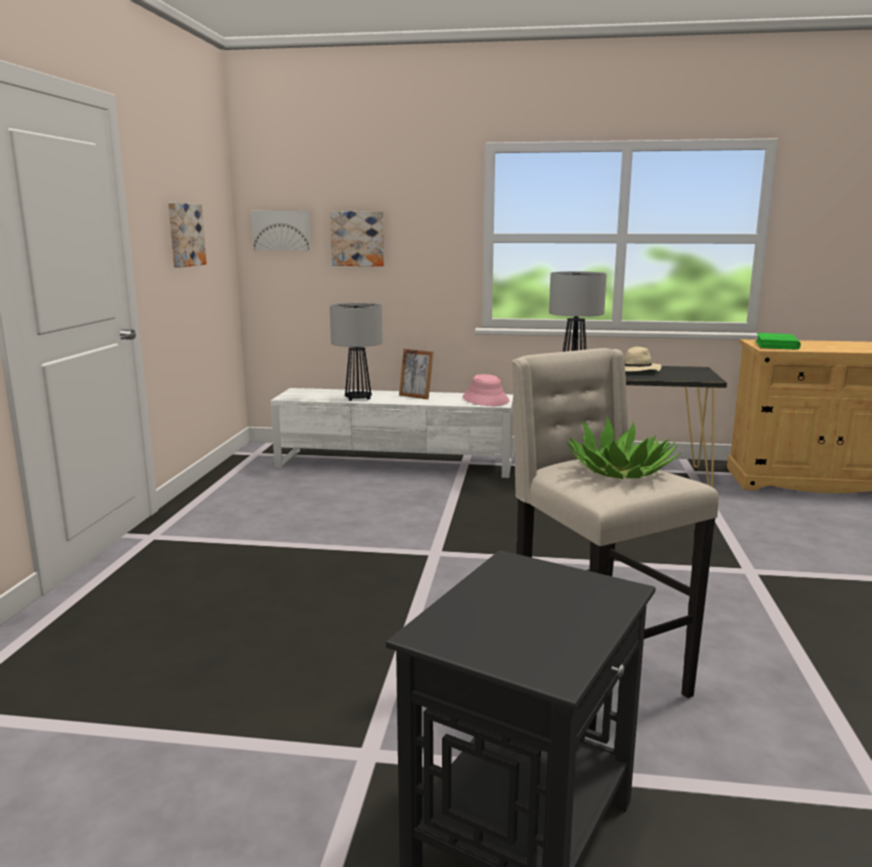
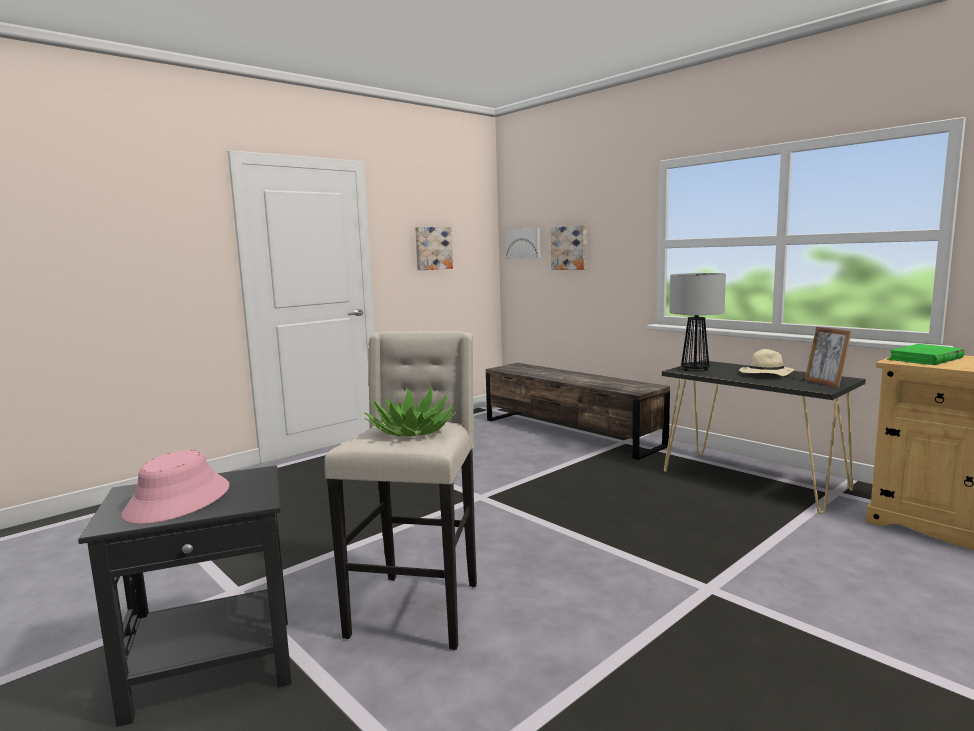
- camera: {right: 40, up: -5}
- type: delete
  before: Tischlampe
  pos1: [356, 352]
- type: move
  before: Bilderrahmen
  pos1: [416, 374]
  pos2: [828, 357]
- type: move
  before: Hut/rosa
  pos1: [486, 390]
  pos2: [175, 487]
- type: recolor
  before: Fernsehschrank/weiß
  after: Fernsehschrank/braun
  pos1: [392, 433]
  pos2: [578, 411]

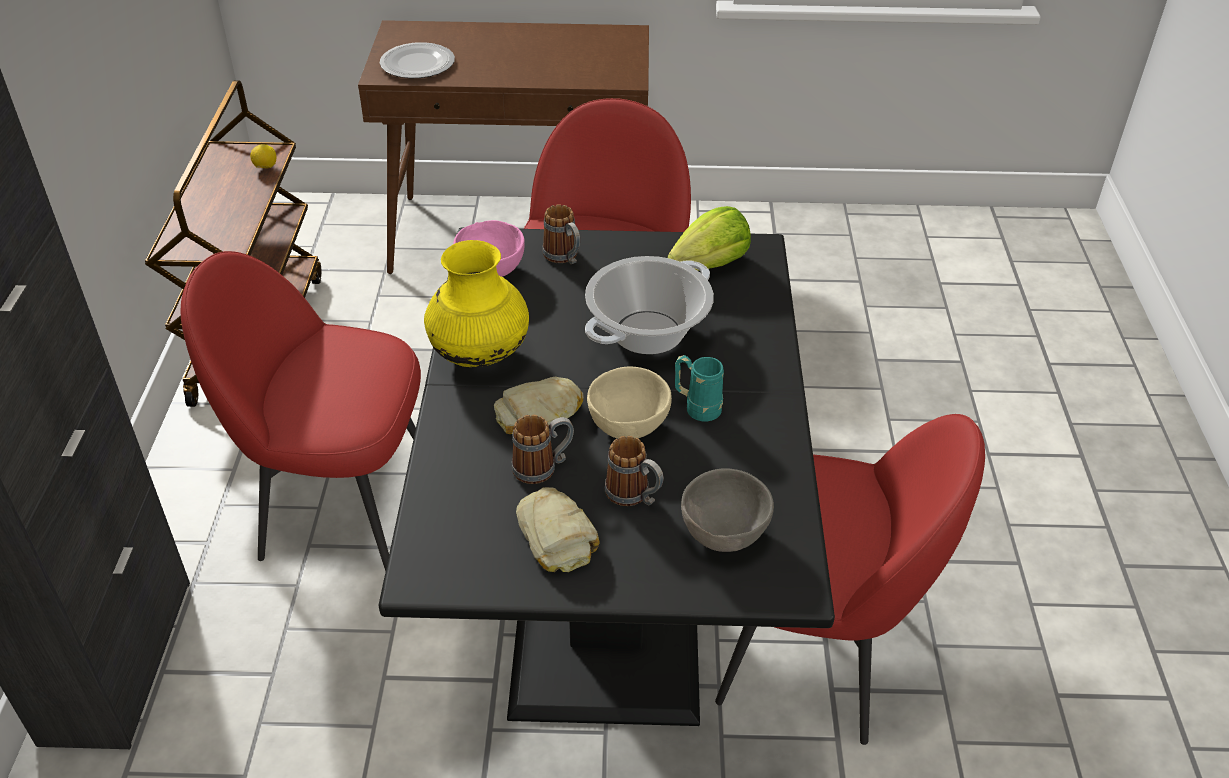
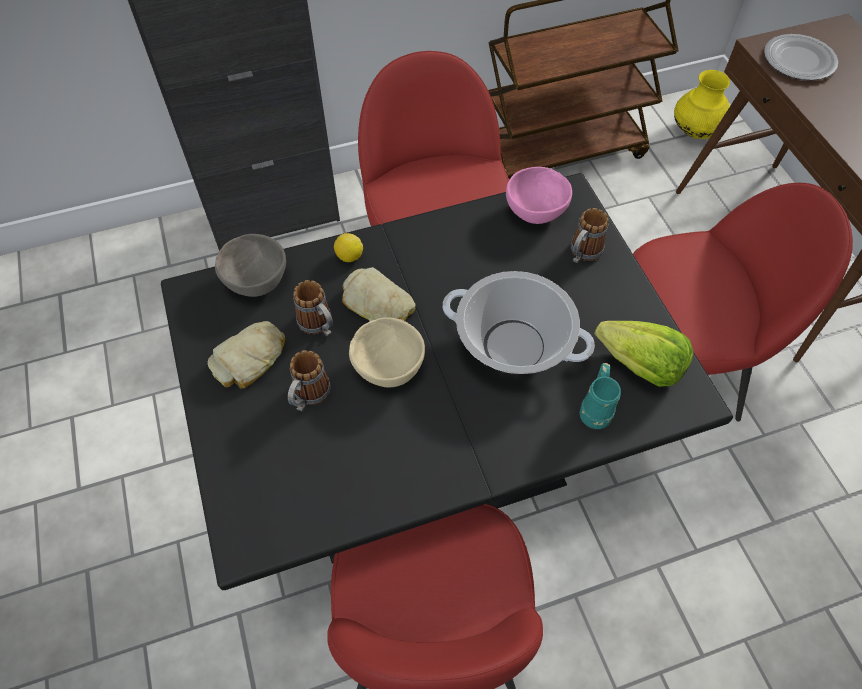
- camera: {right: 70, up: 15}
- type: move
  before: Zitrone
  pos1: [263, 156]
  pos2: [348, 247]
- type: move
  before: Vase/gelb
  pos1: [476, 303]
  pos2: [702, 104]
- type: move
  before: Henkelbecher/türkis
  pos1: [699, 388]
  pos2: [600, 396]
- type: move
  before: Schüssel/grau
  pos1: [727, 510]
  pos2: [250, 265]

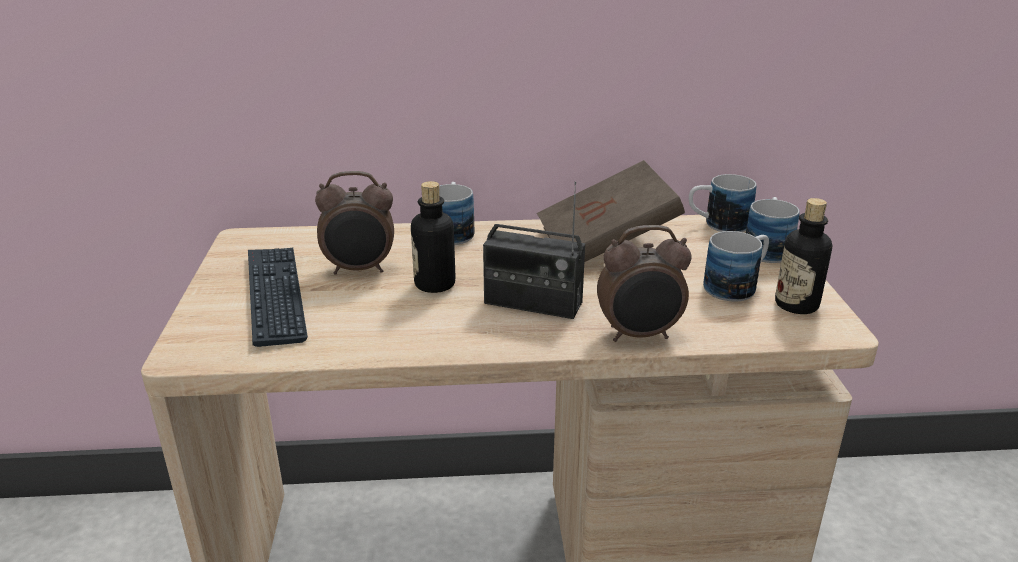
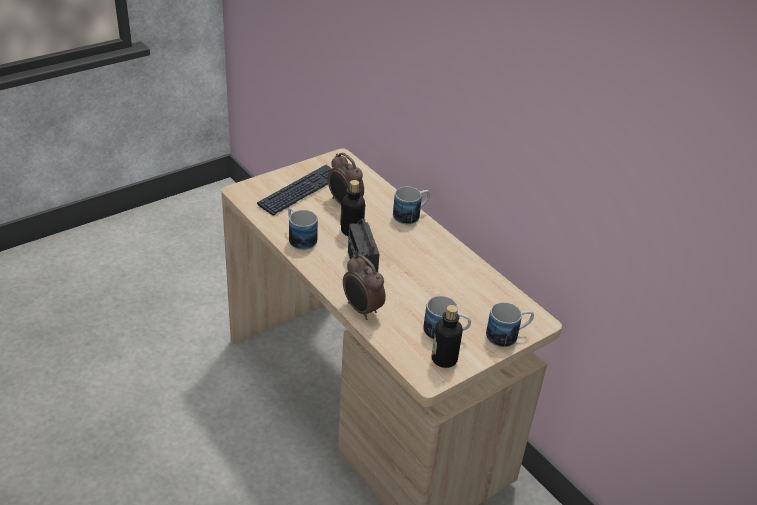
- camera: {right: 55, up: 10}
- type: delete
  before: Buch/braun
  pos1: [611, 211]
- type: move
  before: Henkelbecher
  pos1: [722, 203]
  pos2: [303, 229]

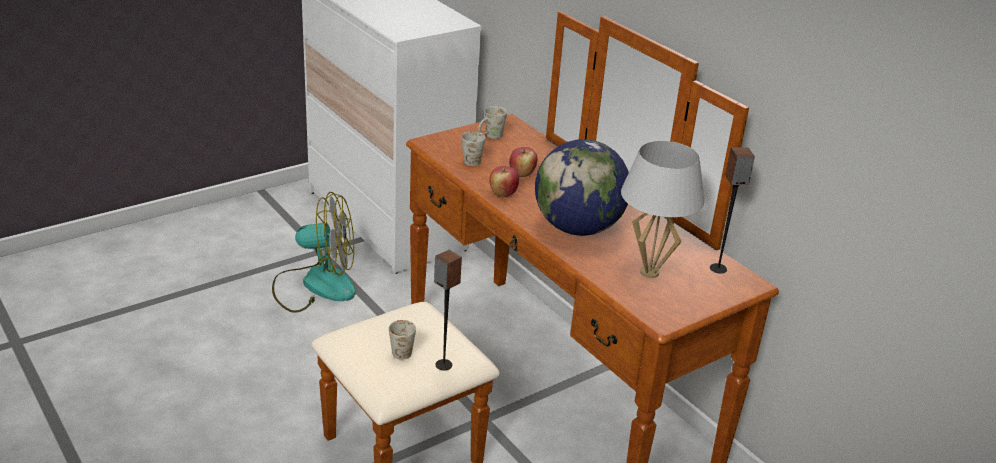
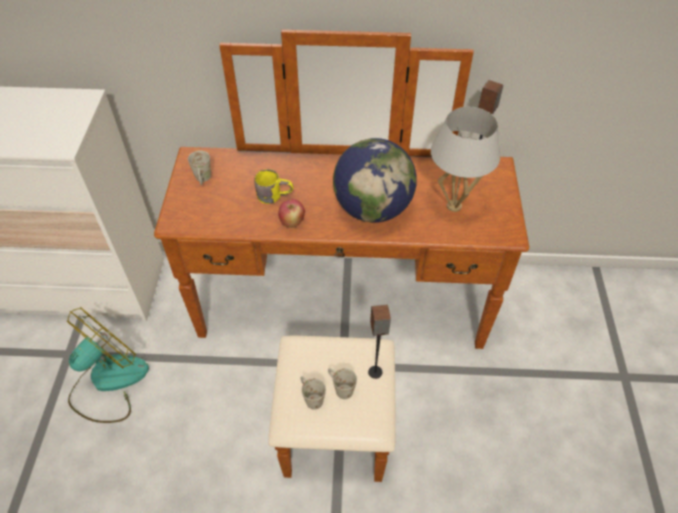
- camera: {right: -50, up: 20}
- type: move
  before: Henkelbecher/weiß
  pos1: [474, 148]
  pos2: [313, 393]
- type: replace
  before: Apfel
  after: Henkelbecher/gelb
  pos1: [523, 162]
  pos2: [274, 186]

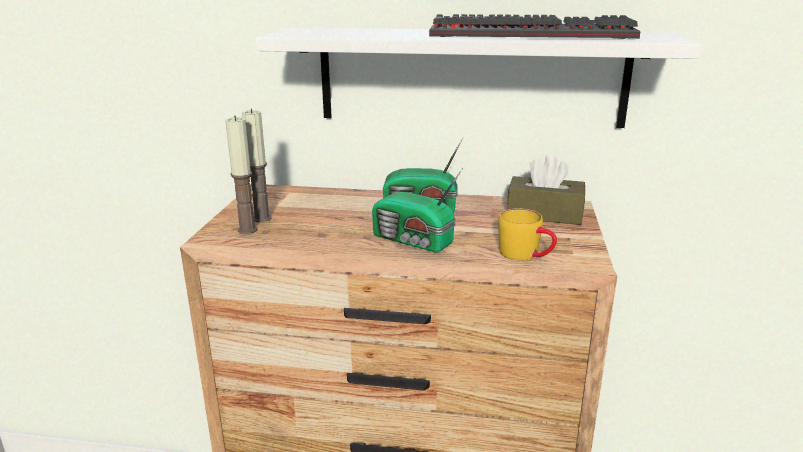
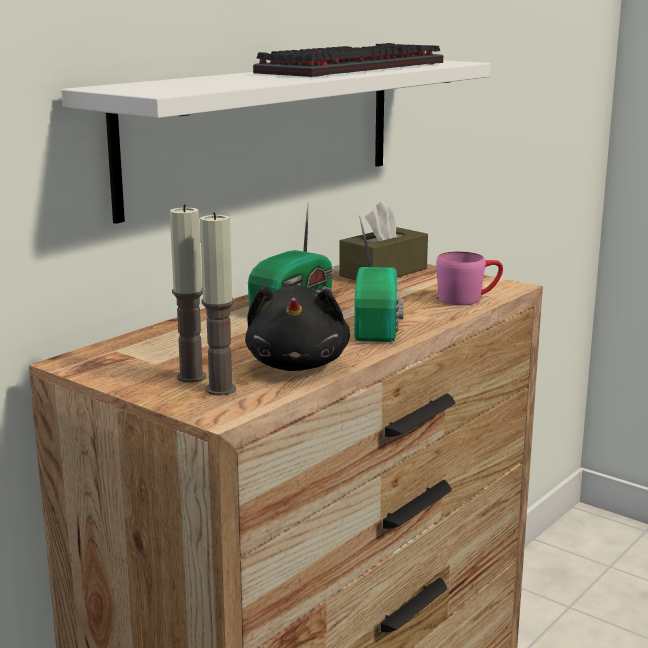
- camera: {right: -60, up: -5}
- type: rotate
  before: Radio
  pos1: [417, 210]
  pos2: [378, 279]
  turn: -60
- type: recolor
  before: Henkelbecher/gelb
  after: Henkelbecher/rosa
  pos1: [527, 234]
  pos2: [469, 278]
- type: insert
  after: Plüschtier/schwarz
  pos2: [297, 328]

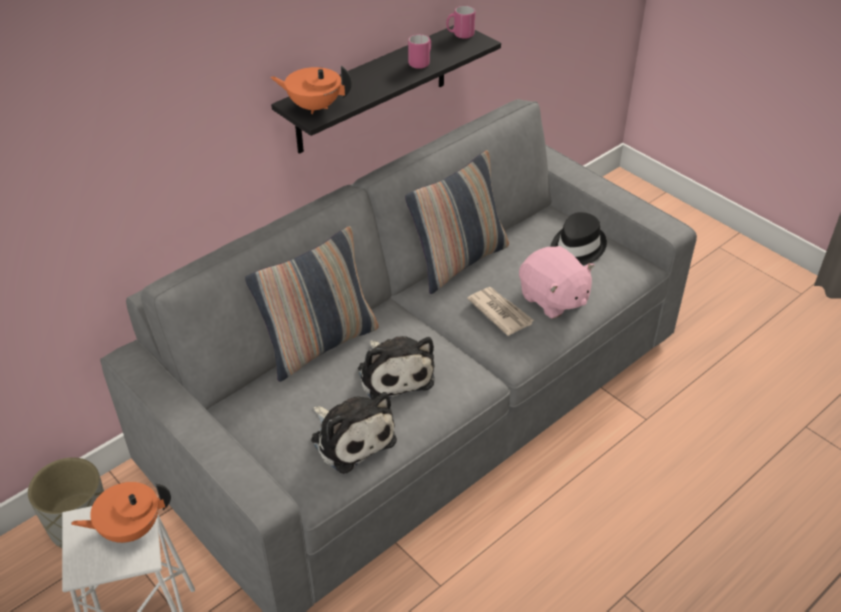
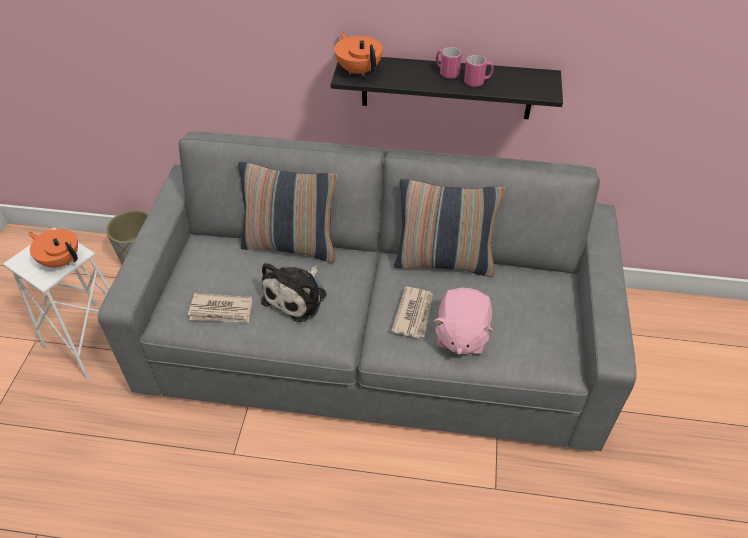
- camera: {right: 50, up: 5}
- type: move
  before: Henkelbecher/rosa
  pos1: [460, 22]
  pos2: [449, 63]
- type: delete
  before: Hut/schwarz
  pos1: [578, 238]
- type: replace
  before: Plüschtier
  after: Zeitung
  pos1: [354, 433]
  pos2: [220, 308]

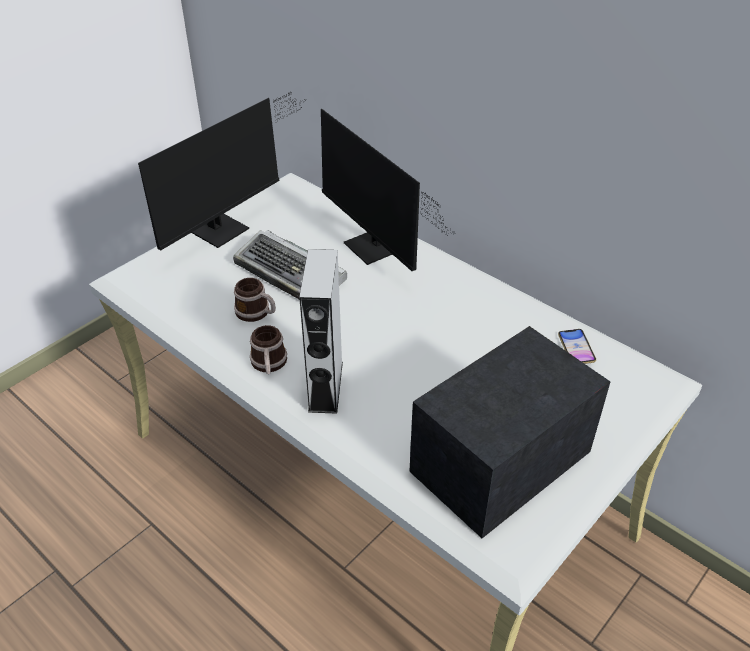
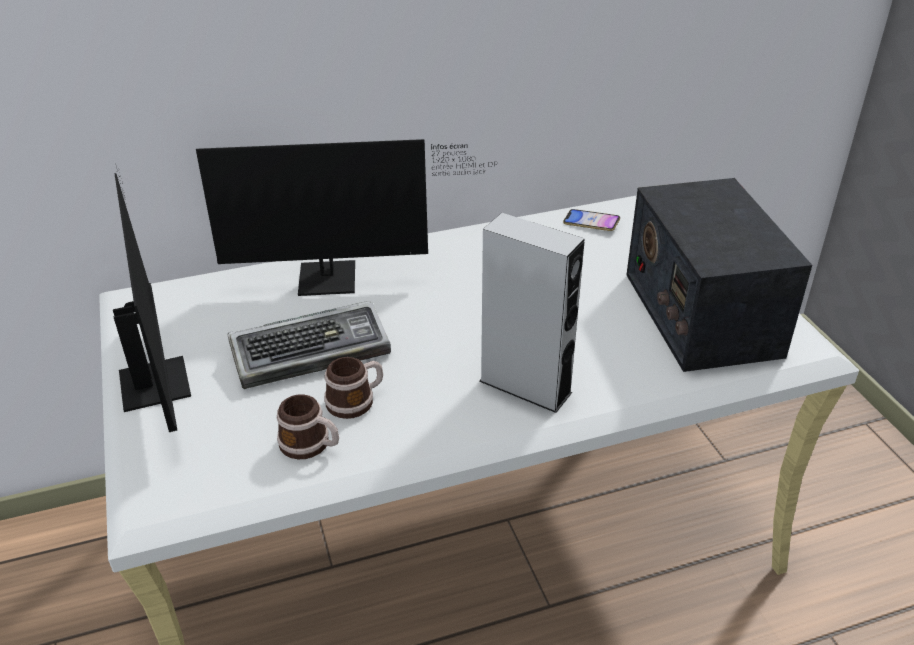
- camera: {right: -60, up: -5}
- type: move
  before: Henkelbecher
  pos1: [268, 349]
  pos2: [308, 426]

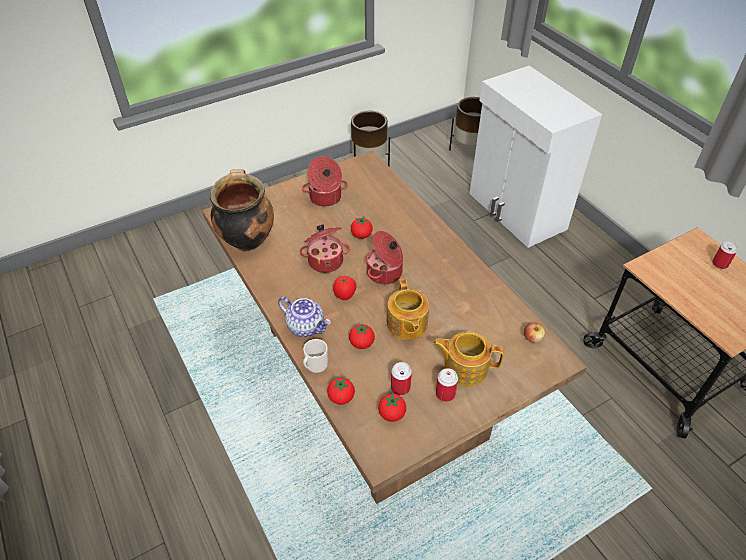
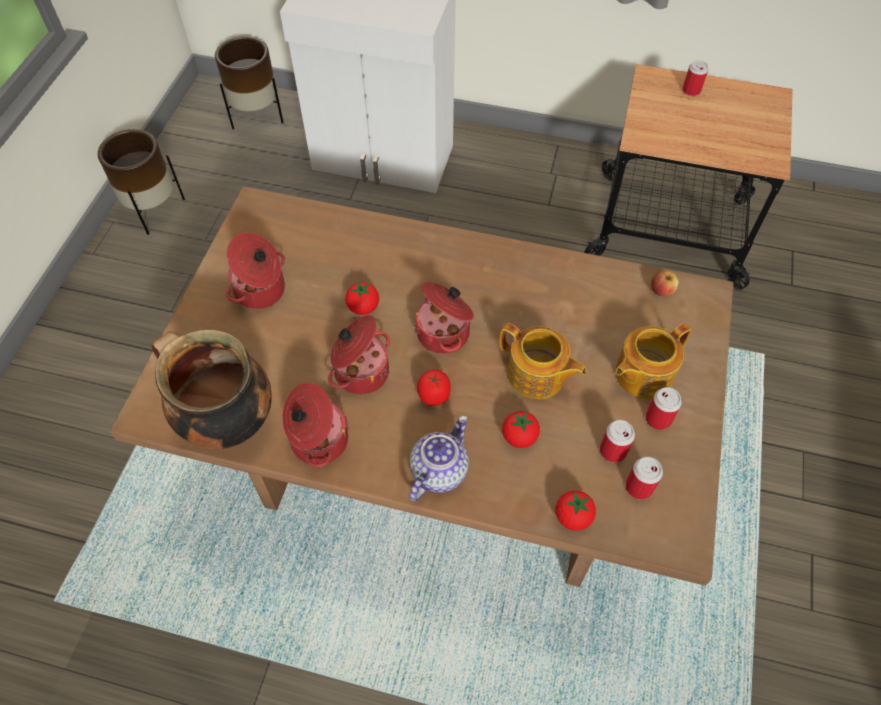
- camera: {right: -45, up: 10}
- type: rotate
  before: Teekanne
  pos1: [304, 316]
  pos2: [439, 459]
  turn: -45
- type: delete
  before: Henkelbecher
  pos1: [315, 356]
- type: replace
  before: Tomate
  after: Dose
  pos1: [392, 407]
  pos2: [644, 478]
- type: insert
  after: Kochtopf
  pos2: [316, 425]

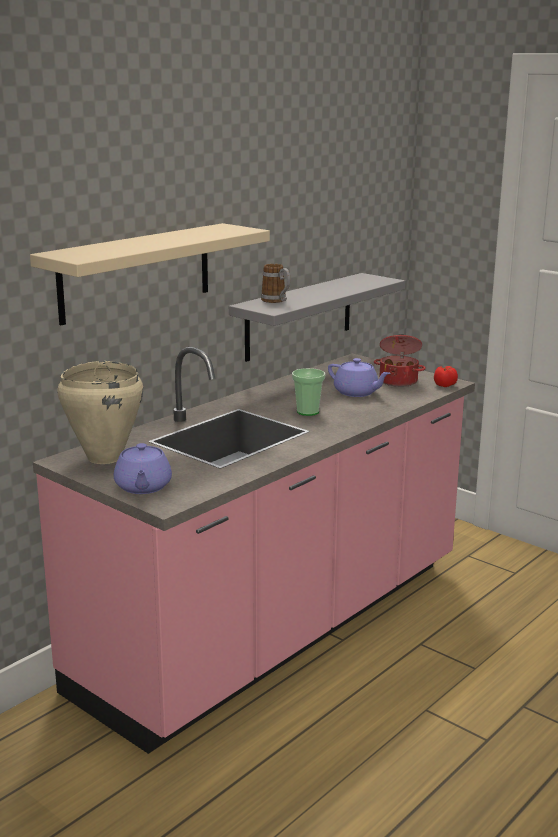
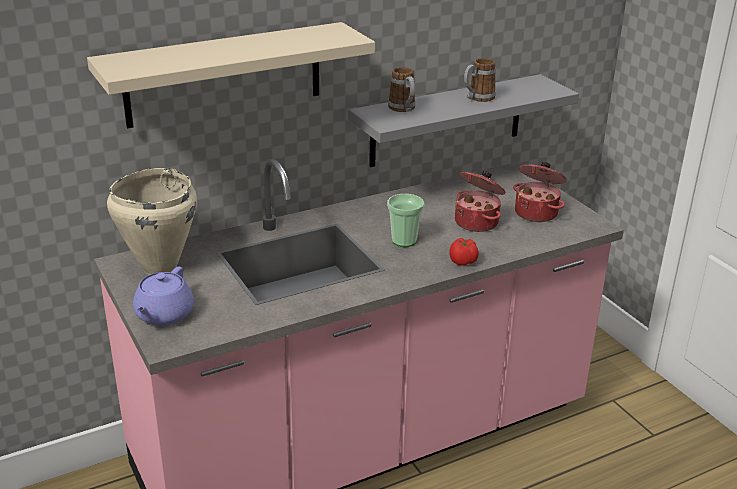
- camera: {right: 20, up: 10}
- type: replace
  before: Teekanne/lila
  after: Kochtopf
  pos1: [359, 377]
  pos2: [480, 201]
- type: move
  before: Tomate
  pos1: [446, 376]
  pos2: [464, 252]
- type: insert
  after: Henkelbecher
  pos2: [480, 80]

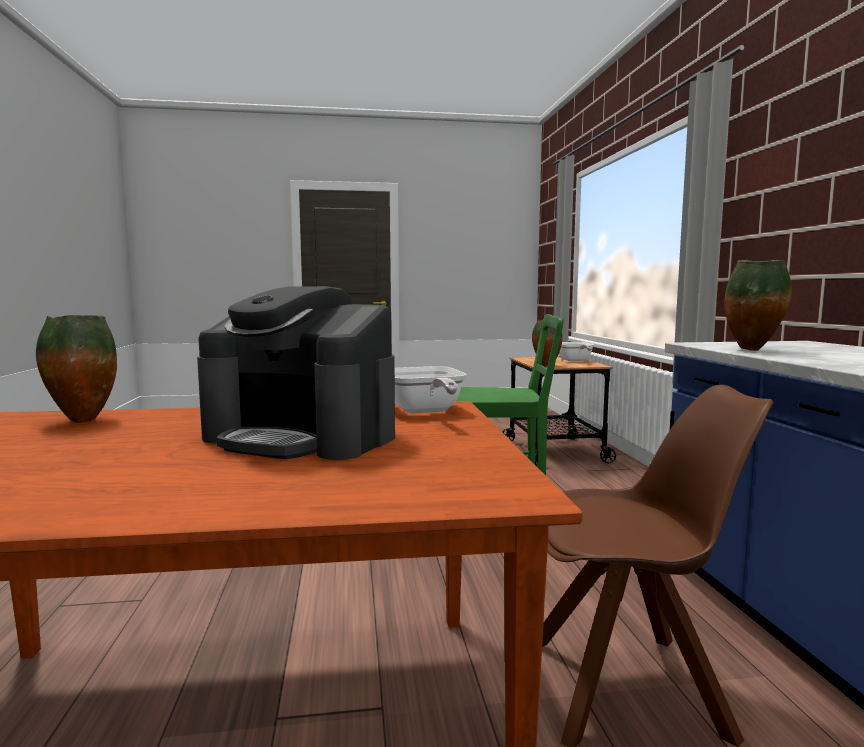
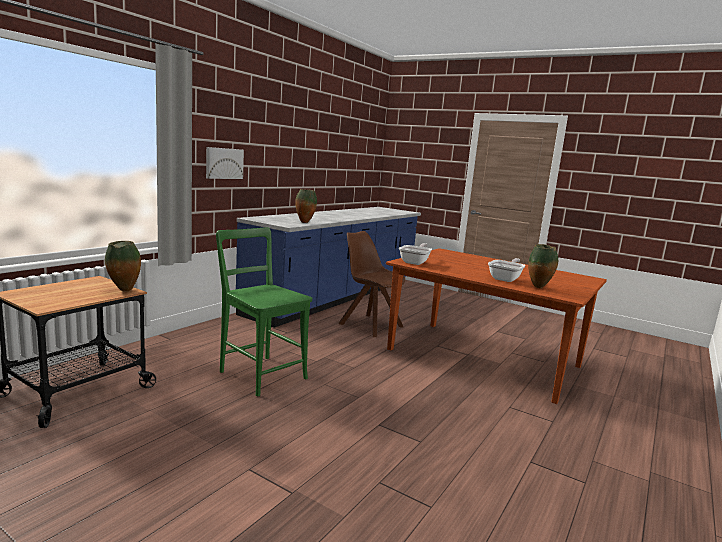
- camera: {right: -140, up: 5}
- type: delete
  before: Kaffeemaschine
  pos1: [296, 373]
- type: move
  before: Pfanne
  pos1: [577, 351]
  pos2: [507, 270]
- type: insert
  after: Bild
  pos2: [225, 163]

